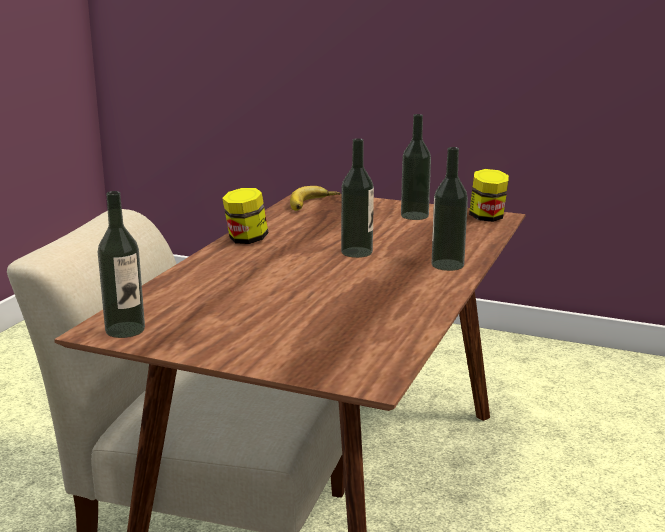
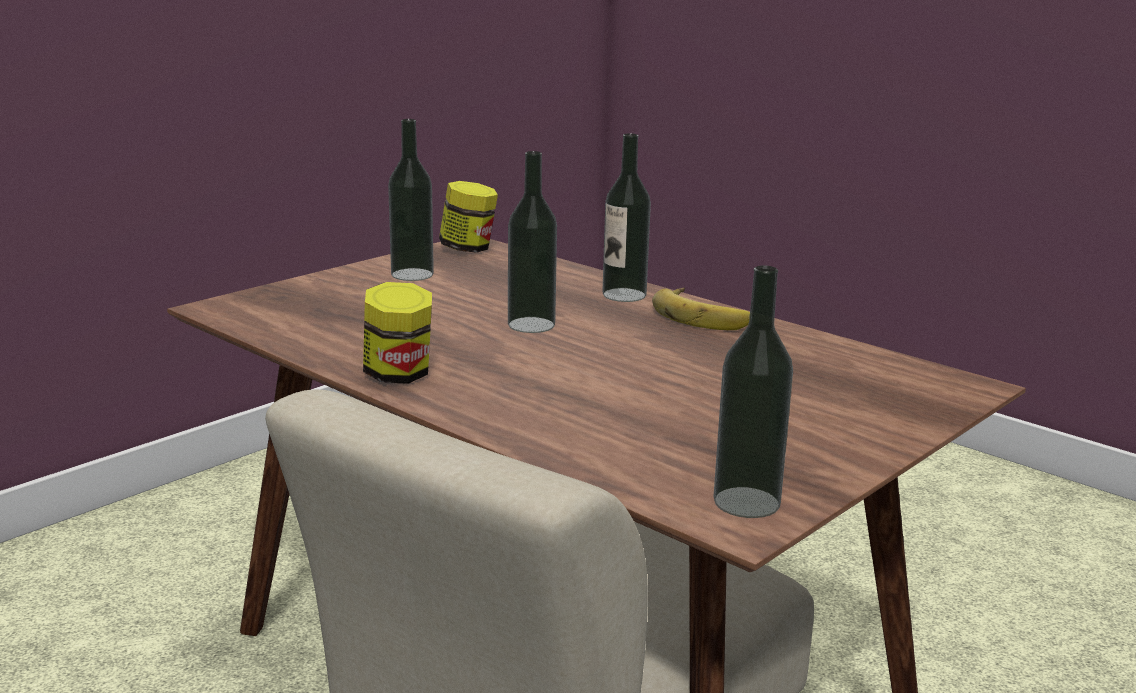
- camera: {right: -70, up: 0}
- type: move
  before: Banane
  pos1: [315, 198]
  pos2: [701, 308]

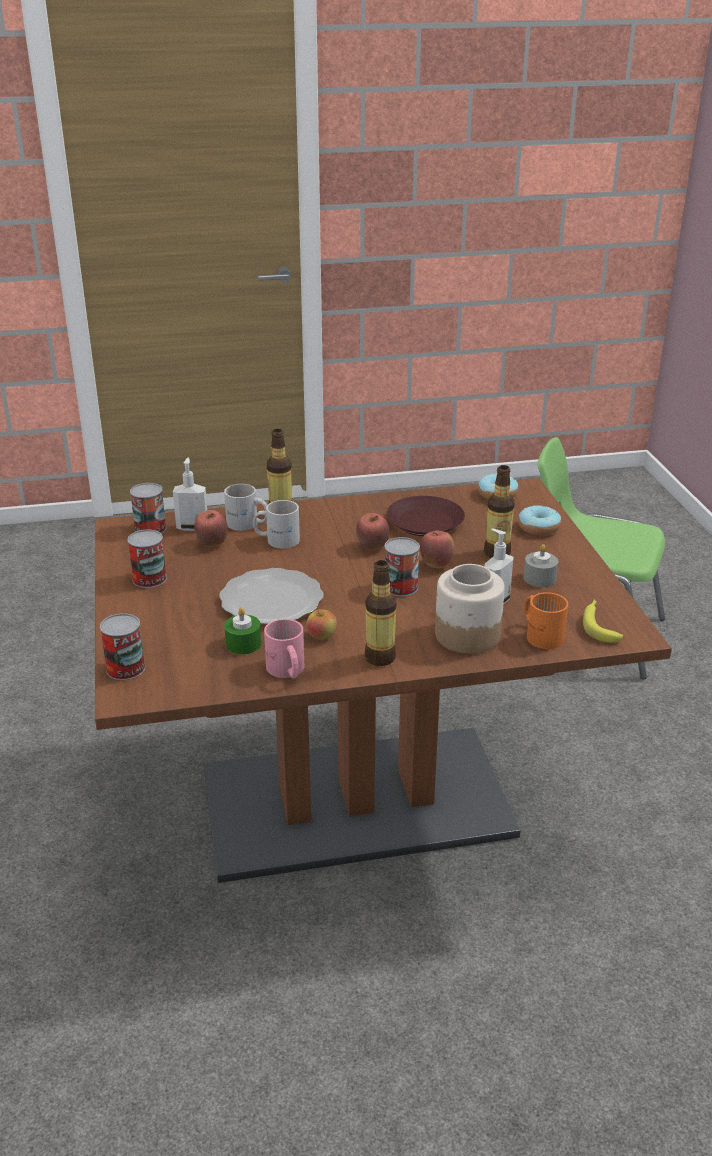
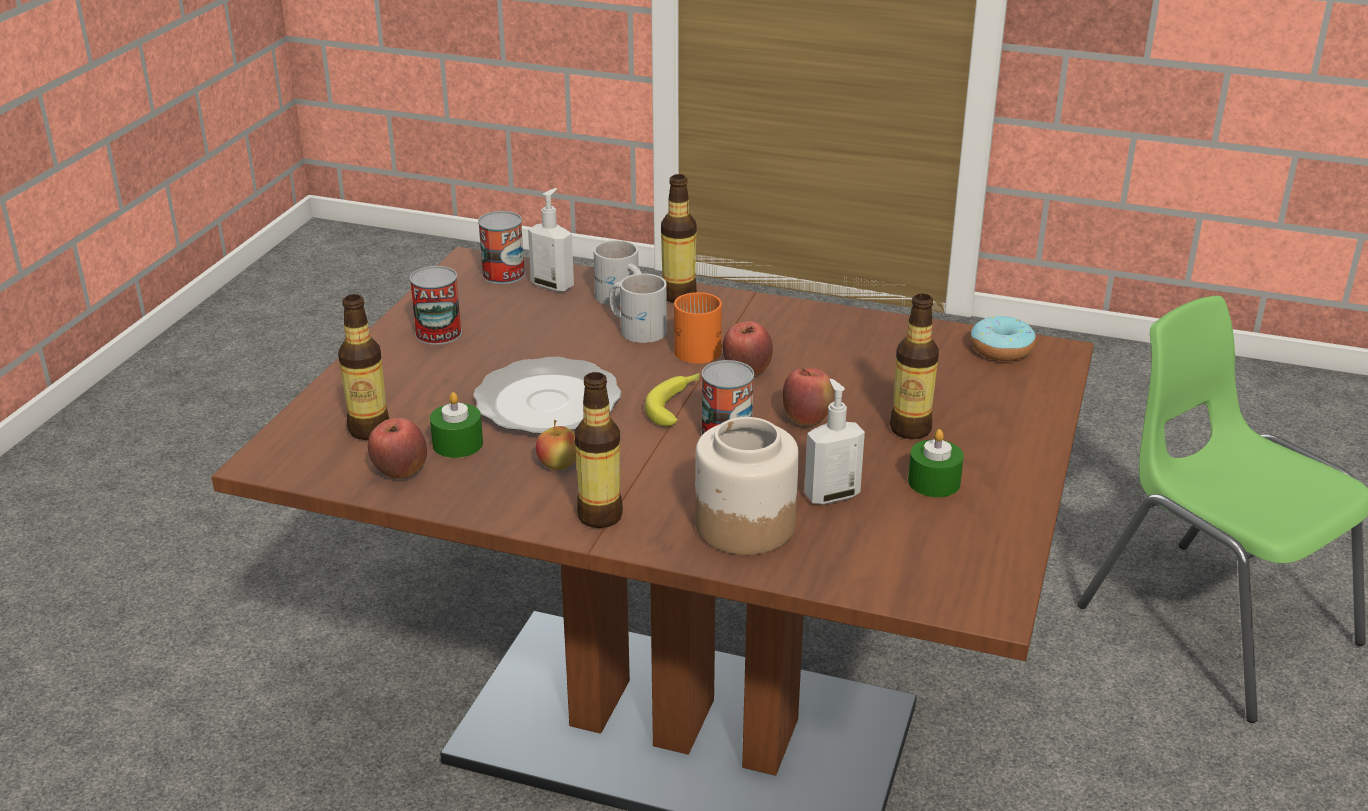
- camera: {right: 30, up: 0}
- type: delete
  before: Teller/braun
  pos1: [425, 516]
- type: delete
  before: Donut
  pos1: [539, 520]
- type: move
  before: Apfel
  pos1: [211, 528]
  pos2: [397, 448]
- type: recolor
  before: Kerze/grau
  after: Kerze/grün
  pos1: [540, 565]
  pos2: [936, 463]
- type: move
  before: Henkelbecher/orange
  pos1: [546, 620]
  pos2: [698, 328]
- type: move
  before: Banane
  pos1: [603, 621]
  pos2: [671, 399]
- type: delete
  before: Dose
  pos1: [122, 646]
- type: delete
  before: Henkelbecher/rosa
  pos1: [284, 648]
- type: insert
  after: Flasche
  pos2: [363, 367]

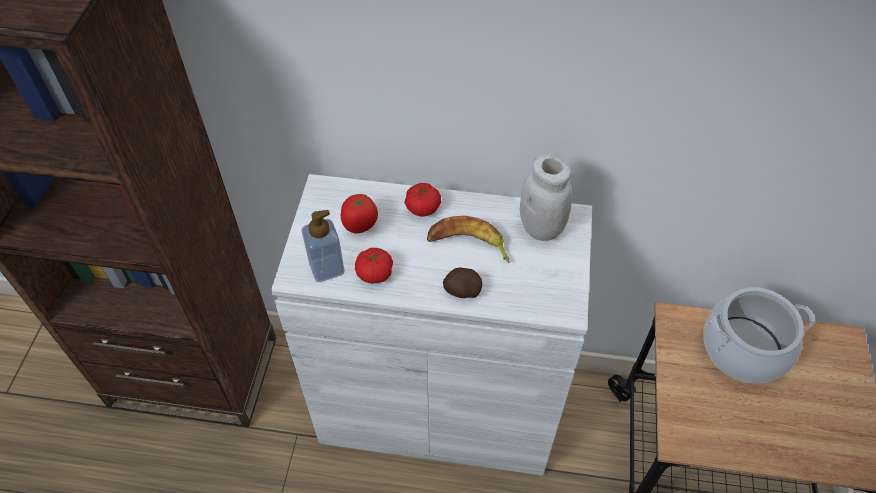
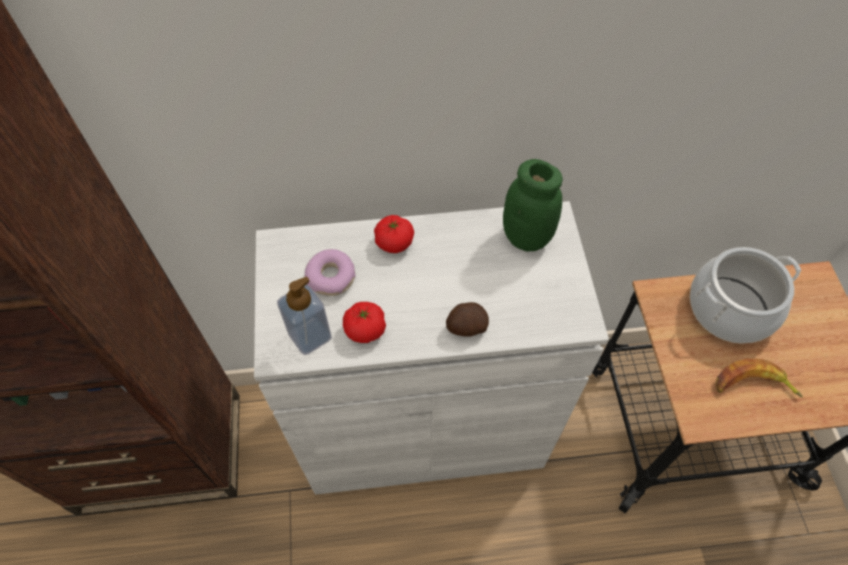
- camera: {right: -15, up: 5}
- type: recolor
  before: Vorratsglas/weiß
  after: Vorratsglas/grün
  pos1: [546, 197]
  pos2: [533, 205]
- type: replace
  before: Tomate
  after: Donut
  pos1: [359, 213]
  pos2: [330, 272]
- type: move
  before: Banane
  pos1: [468, 239]
  pos2: [759, 378]

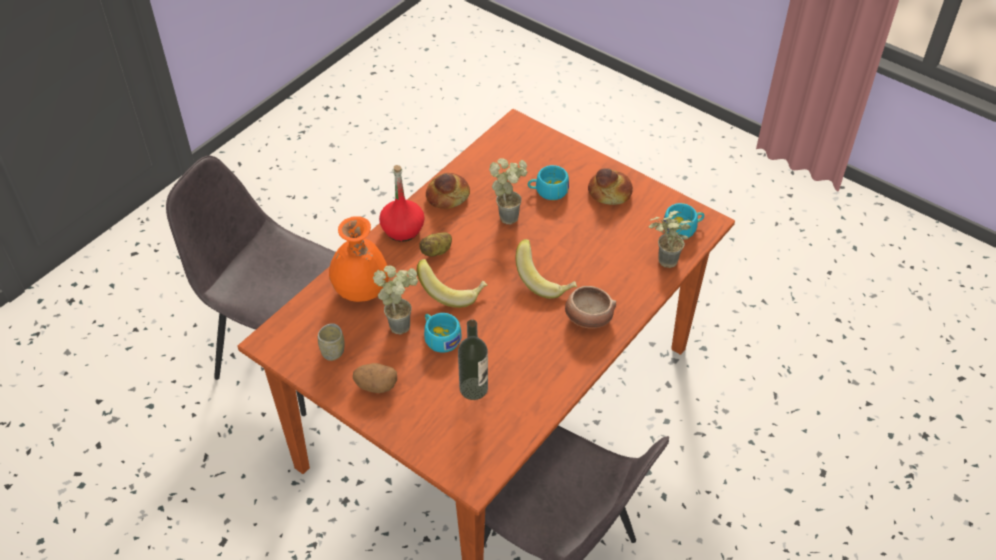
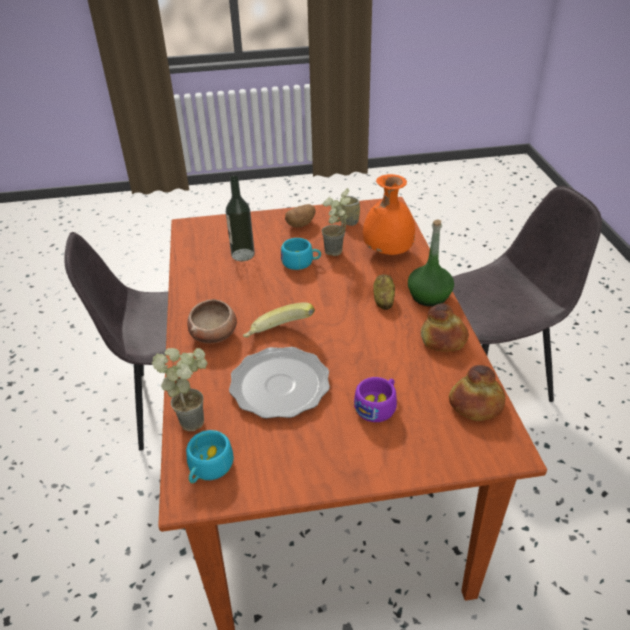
- camera: {right: 135, up: -10}
- type: delete
  before: Topfpflanze
  pos1: [508, 191]
- type: recolor
  before: Flasche/rot
  after: Flasche/grün
  pos1: [402, 203]
  pos2: [431, 263]
- type: recolor
  before: Tasse/türkis
  after: Tasse/lila
  pos1: [548, 182]
  pos2: [375, 399]
- type: move
  before: Brot
  pos1: [610, 186]
  pos2: [477, 393]
- type: delete
  before: Banane
  pos1: [452, 283]
- type: insert
  after: Teller
  pos2: [279, 383]

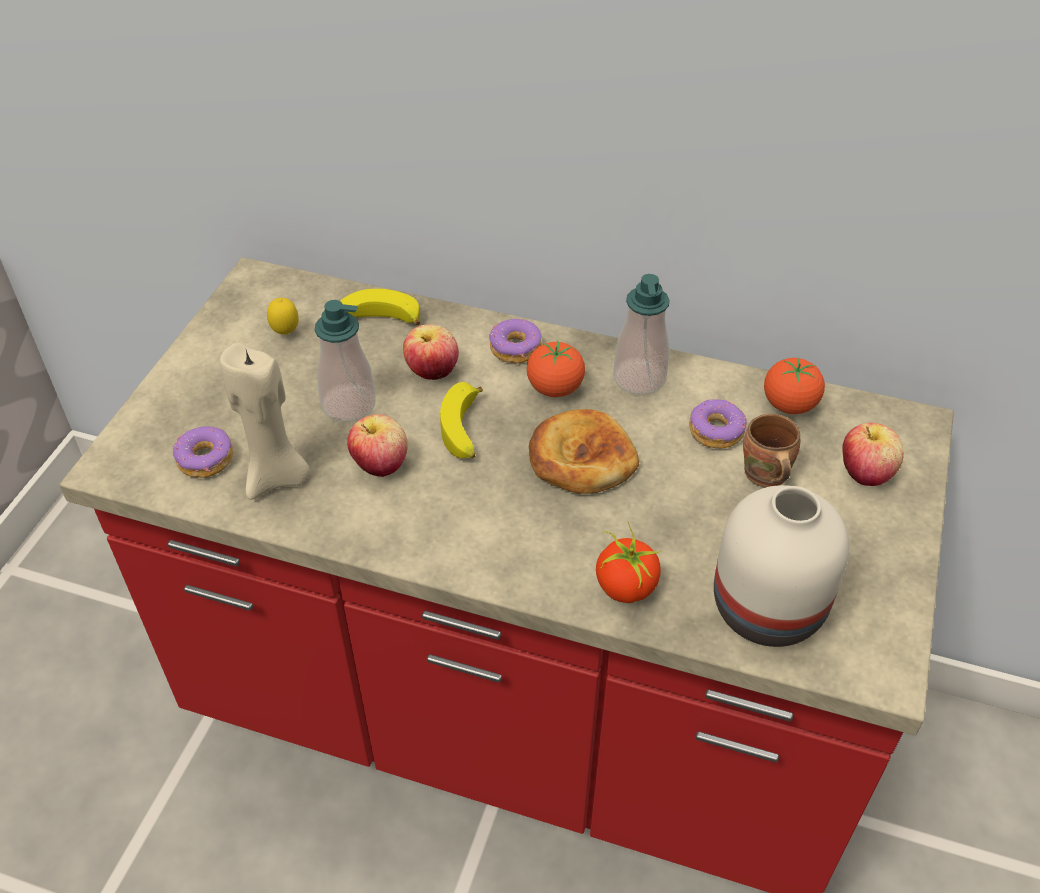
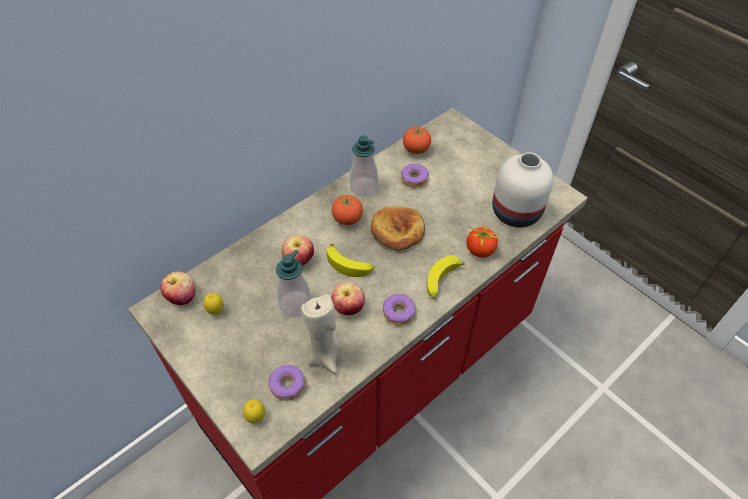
- camera: {right: -60, up: 5}
- type: move
  before: Banane
  pos1: [380, 307]
  pos2: [445, 277]
- type: move
  before: Donut
  pos1: [515, 341]
  pos2: [399, 310]
- type: delete
  before: Henkelbecher/braun
  pos1: [771, 450]
- type: move
  before: Apfel
  pos1: [873, 454]
  pos2: [178, 288]
- type: insert
  after: Zitrone
  pos2: [254, 411]

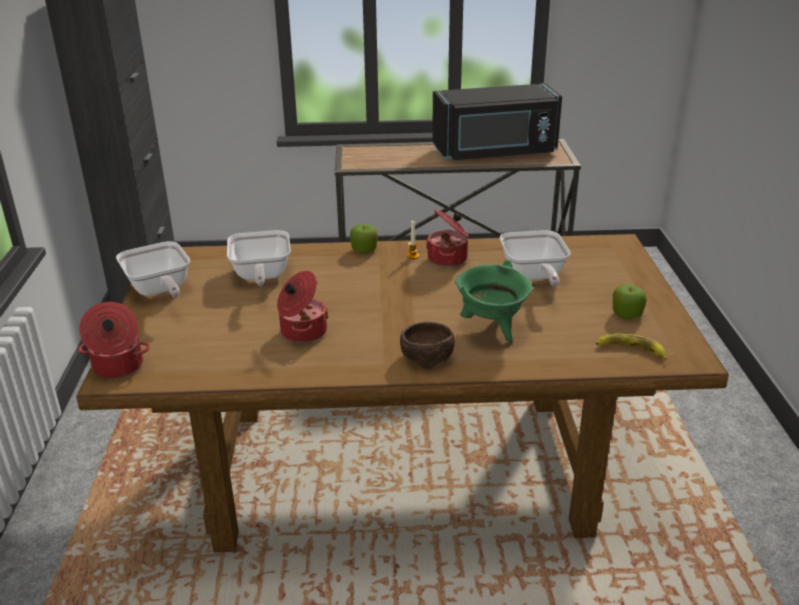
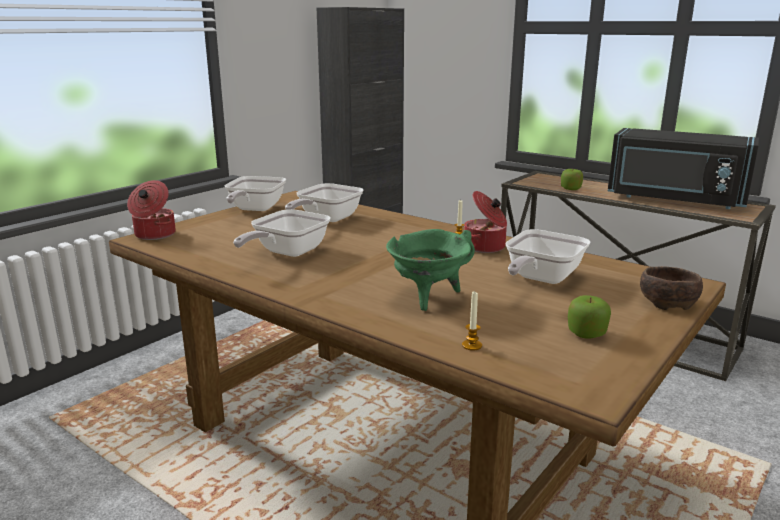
- camera: {right: 40, up: -10}
- type: move
  before: Apfel
  pos1: [364, 238]
  pos2: [572, 179]
- type: replace
  before: Kochtopf
  after: Pfanne
  pos1: [302, 307]
  pos2: [282, 233]
- type: move
  before: Schüssel/braun
  pos1: [427, 345]
  pos2: [671, 288]
- type: delete
  before: Banane
  pos1: [631, 346]
- type: insert
  after: Kerze
  pos2: [472, 321]

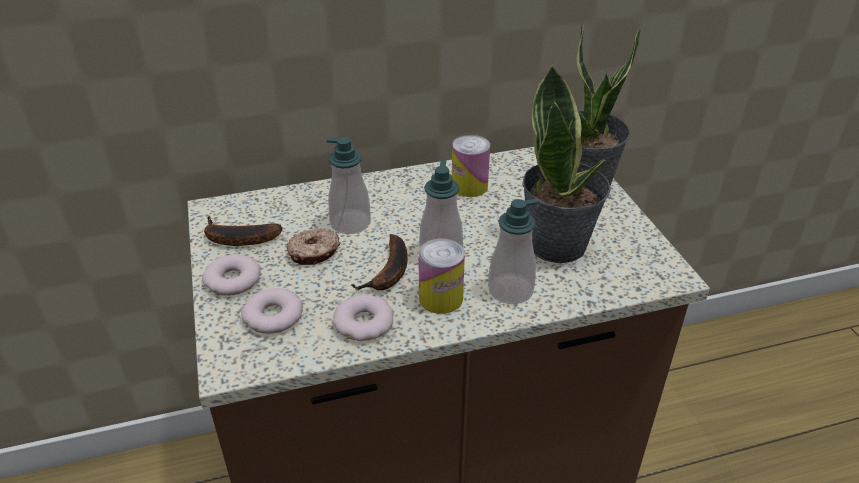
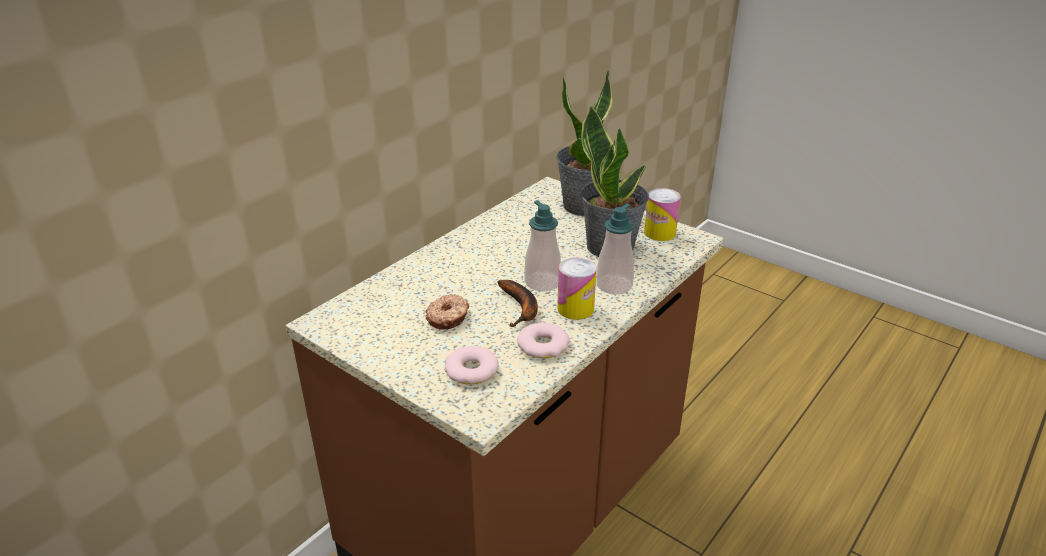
- camera: {right: -35, up: -5}
- type: move
  before: Dose
  pos1: [471, 166]
  pos2: [662, 214]
- type: delete
  before: Seifenspender
  pos1: [348, 185]
- type: delete
  before: Banane
  pos1: [243, 231]
- type: delete
  before: Donut
  pos1: [231, 275]

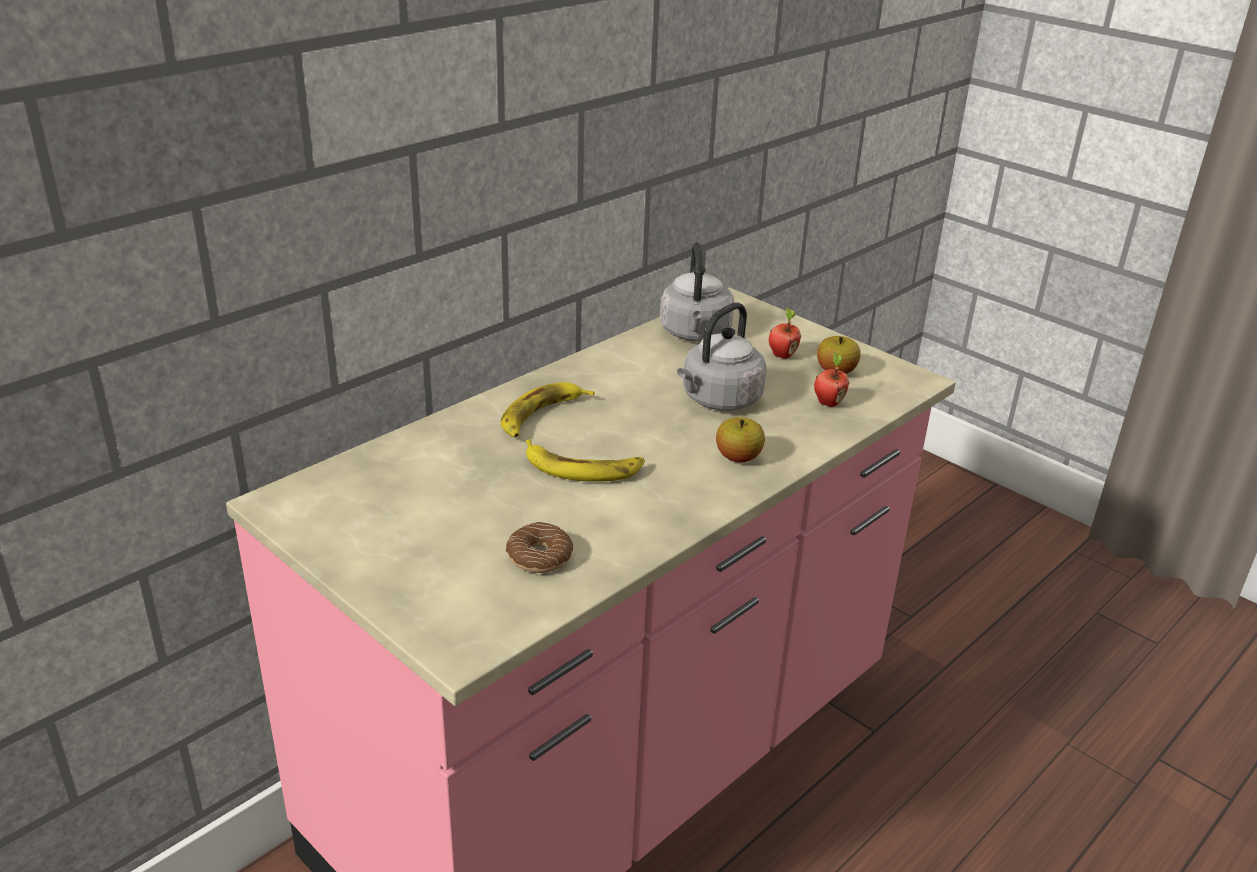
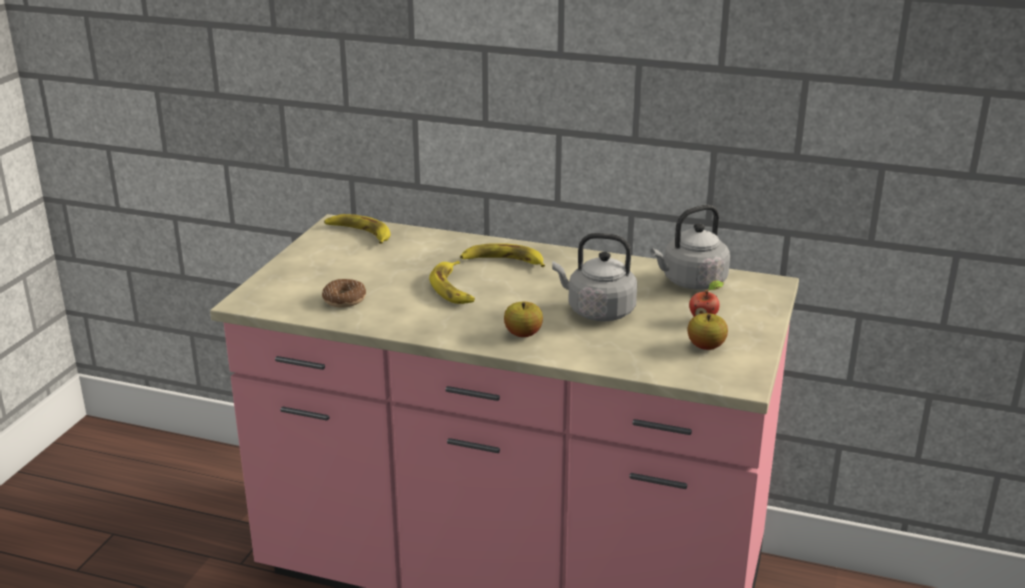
- camera: {right: 65, up: -5}
- type: delete
  before: Apfel
  pos1: [831, 379]
- type: insert
  after: Banane
  pos2: [357, 229]

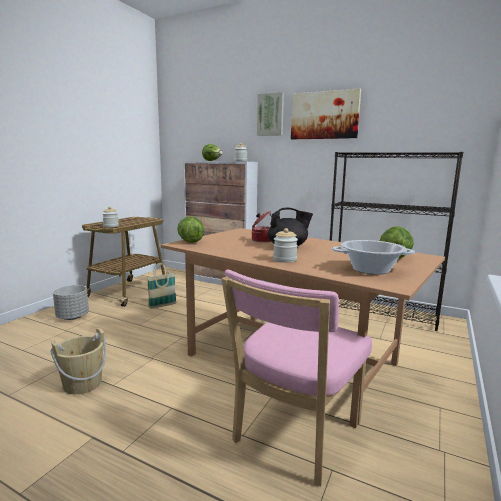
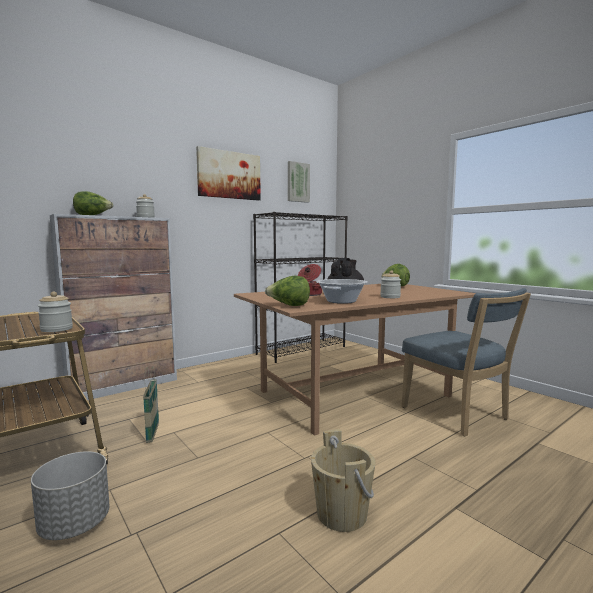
- camera: {right: -65, up: -5}
- type: move
  before: Bild
  pos1: [270, 114]
  pos2: [299, 182]
- type: move
  before: Kochtopf
  pos1: [373, 257]
  pos2: [342, 291]
- type: recolor
  before: Stuhl/rosa
  after: Stuhl/blau
  pos1: [296, 377]
  pos2: [466, 362]

